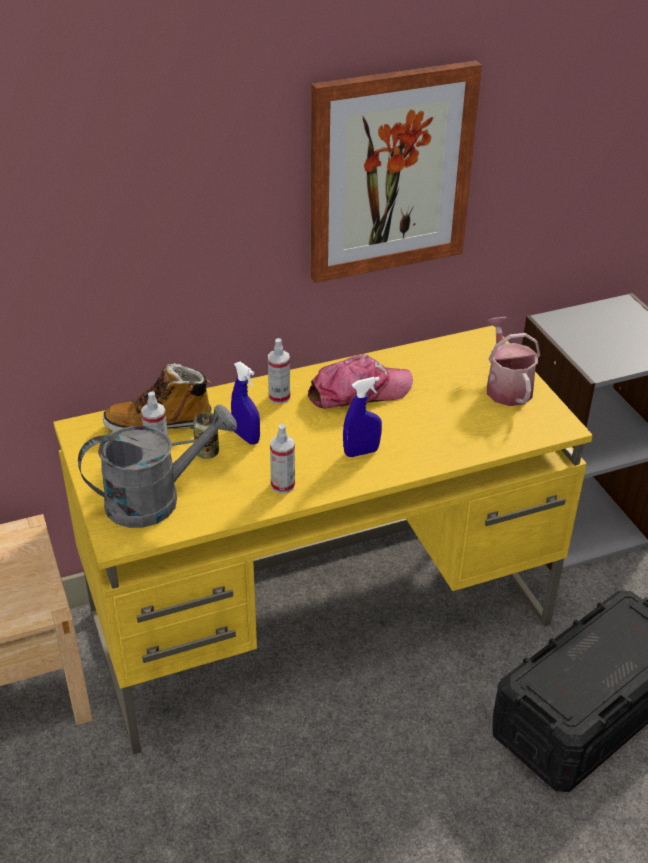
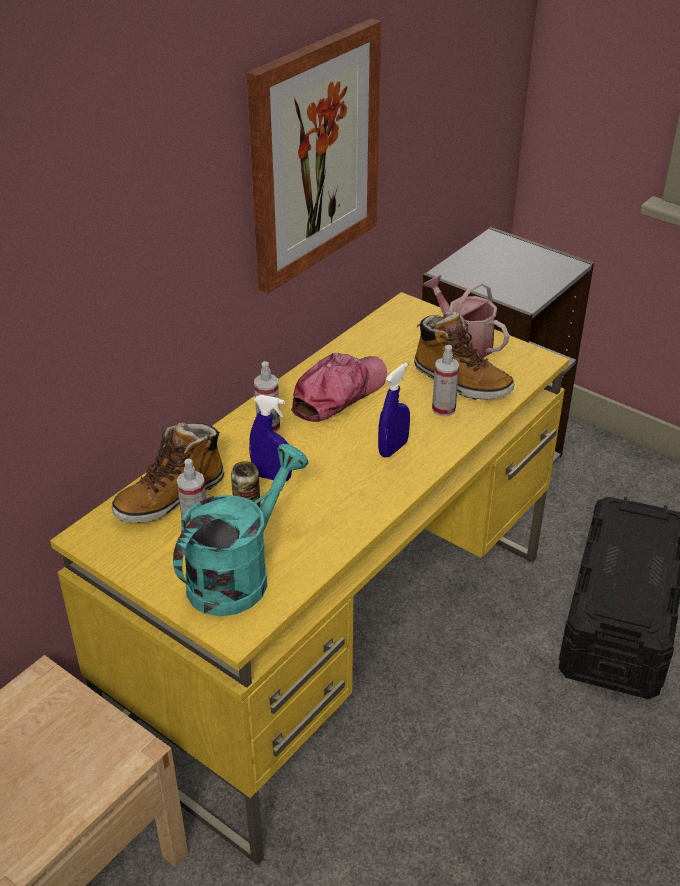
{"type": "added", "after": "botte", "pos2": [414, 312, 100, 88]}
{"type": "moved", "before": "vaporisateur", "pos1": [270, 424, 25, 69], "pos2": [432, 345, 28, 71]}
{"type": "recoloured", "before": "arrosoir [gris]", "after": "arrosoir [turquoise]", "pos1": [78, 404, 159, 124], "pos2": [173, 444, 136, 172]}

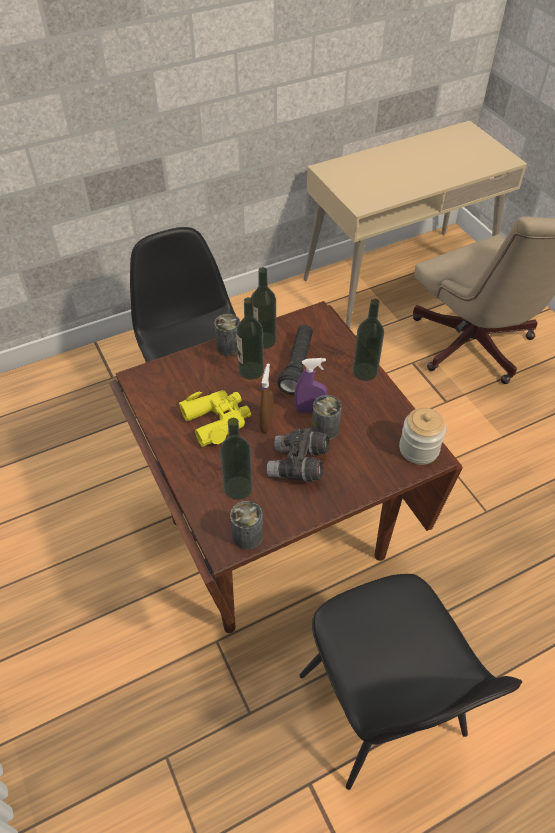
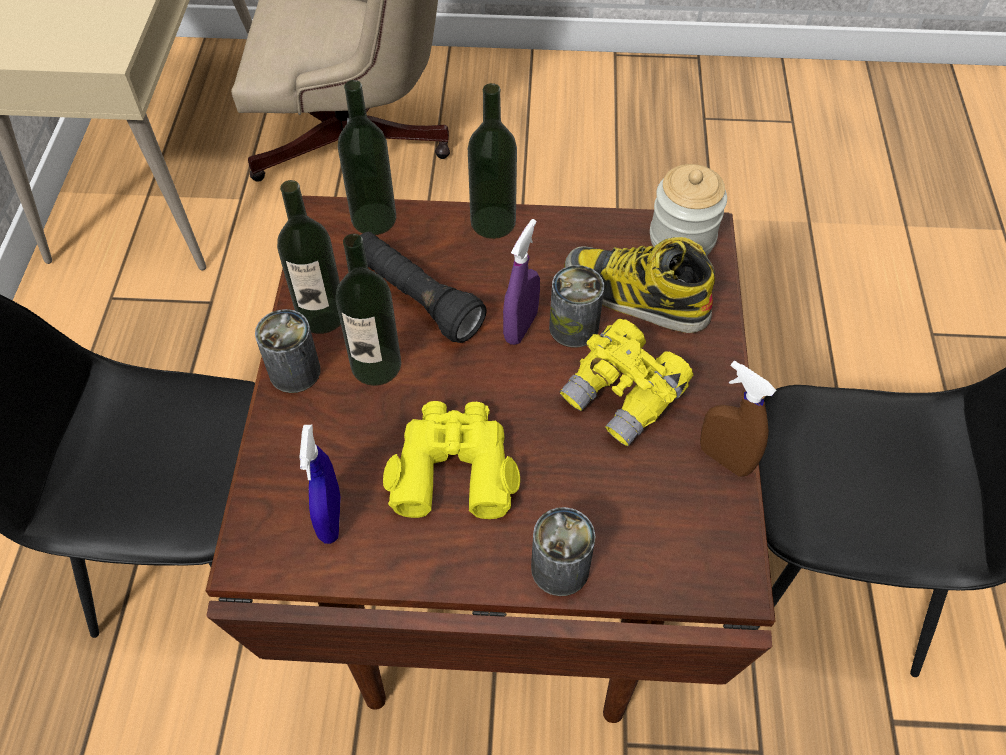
{"type": "added", "after": "vaporisateur [bleu]", "pos2": [299, 425, 42, 119]}
{"type": "added", "after": "botte", "pos2": [564, 237, 151, 96]}
{"type": "moved", "before": "bouteille", "pos1": [220, 418, 33, 82], "pos2": [338, 80, 58, 155]}
{"type": "moved", "before": "boîte métallique", "pos1": [230, 501, 33, 49], "pos2": [531, 507, 64, 89]}
{"type": "moved", "before": "vaporisateur [marron]", "pos1": [259, 364, 15, 69], "pos2": [700, 360, 76, 117]}
{"type": "recoloured", "before": "jumelles [gris]", "after": "jumelles [jaune]", "pos1": [267, 428, 63, 54], "pos2": [560, 319, 133, 127]}

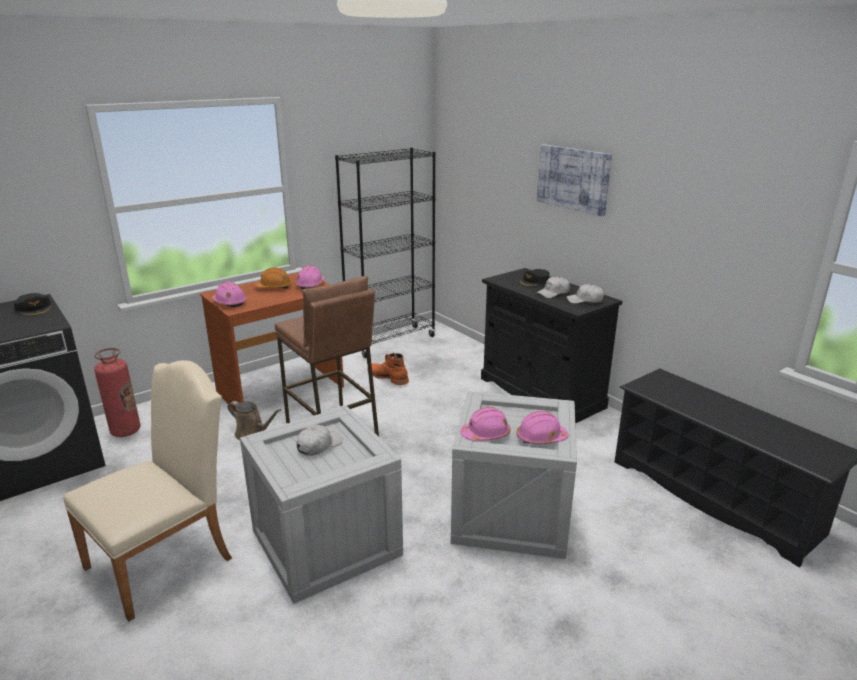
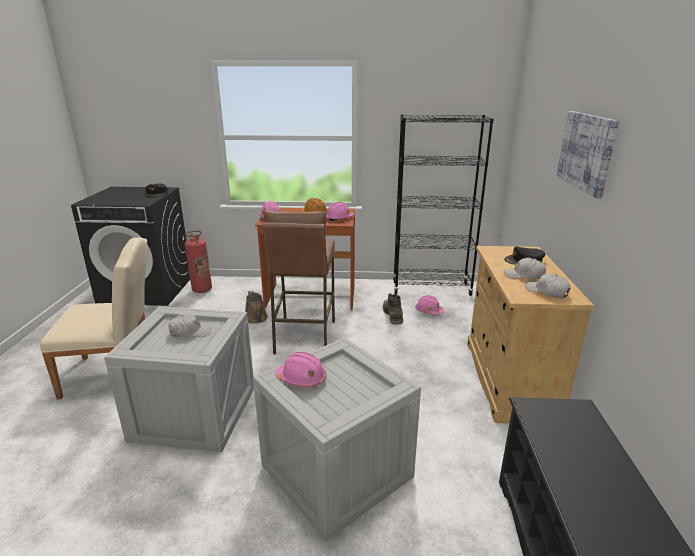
{"type": "moved", "before": "casque de chantier [rose]", "pos1": [517, 411, 52, 33], "pos2": [415, 295, 29, 20]}
{"type": "recoloured", "before": "botte [orange]", "after": "botte [vert]", "pos1": [367, 353, 42, 32], "pos2": [383, 293, 20, 32]}
{"type": "recoloured", "before": "meuble de rangement [noir]", "after": "meuble de rangement [beige]", "pos1": [481, 268, 141, 155], "pos2": [467, 246, 127, 177]}

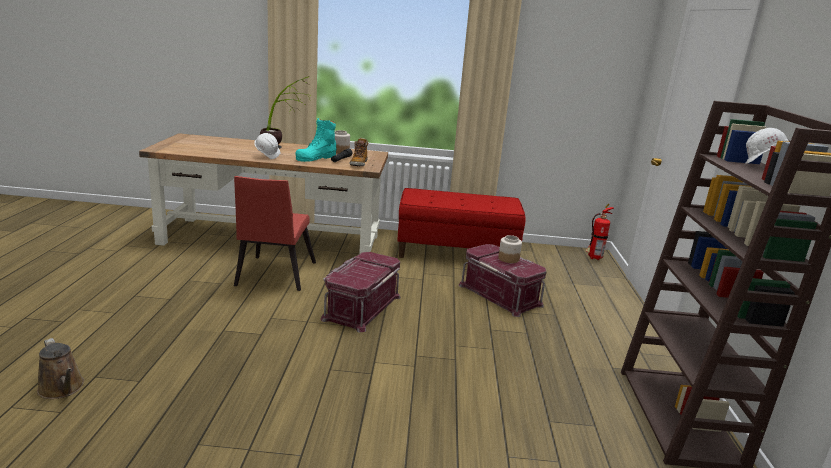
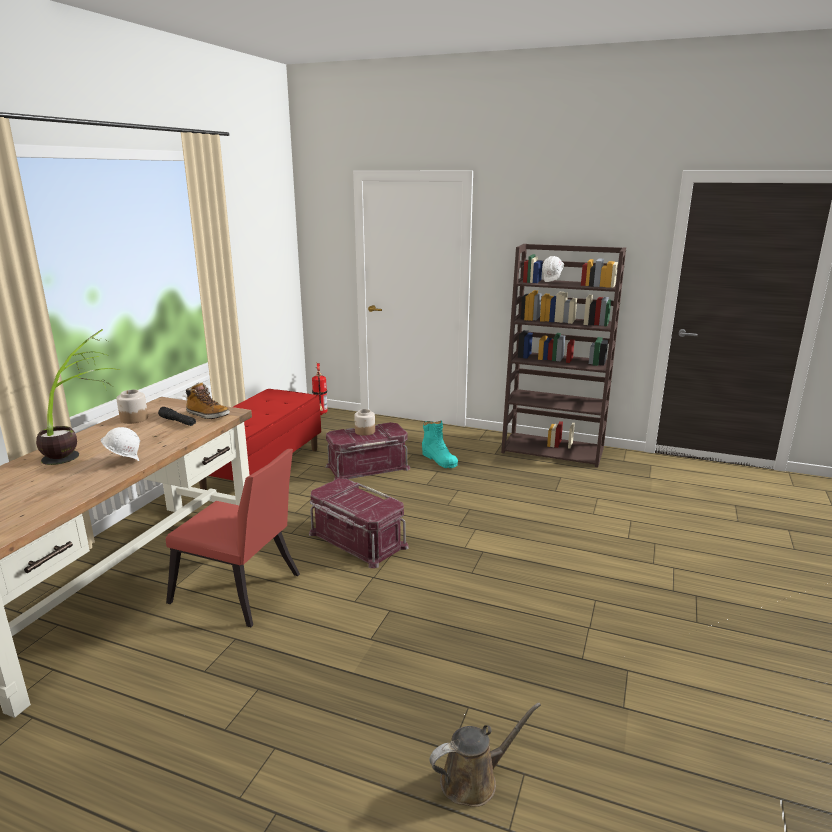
{"type": "moved", "before": "botte [turquoise]", "pos1": [295, 118, 41, 44], "pos2": [422, 421, 36, 47]}

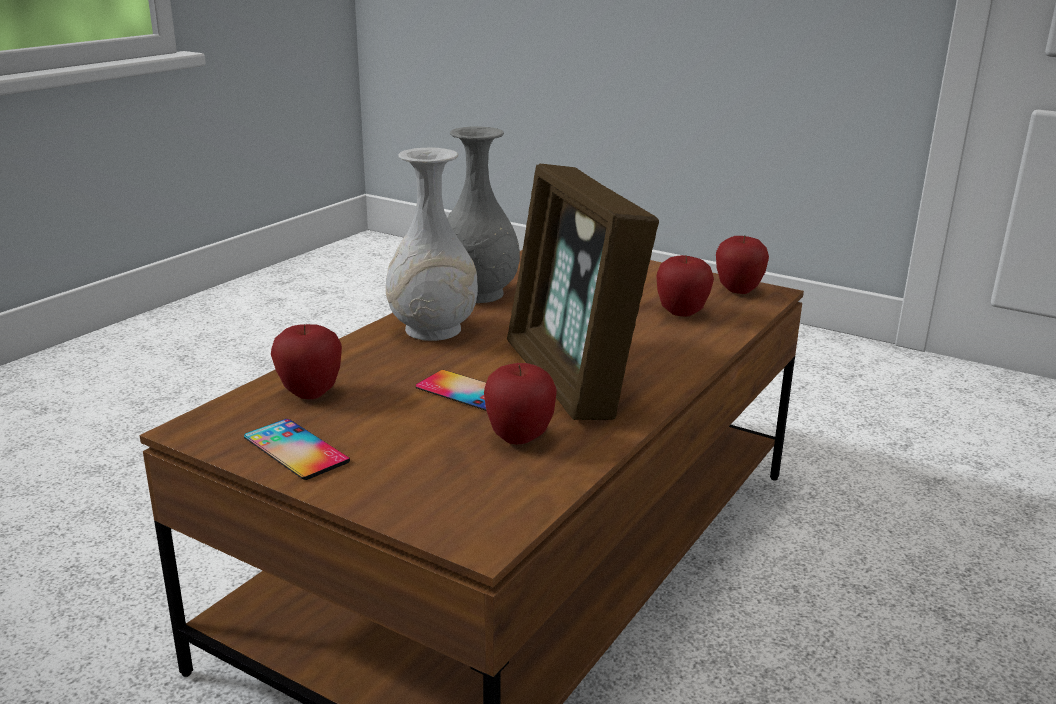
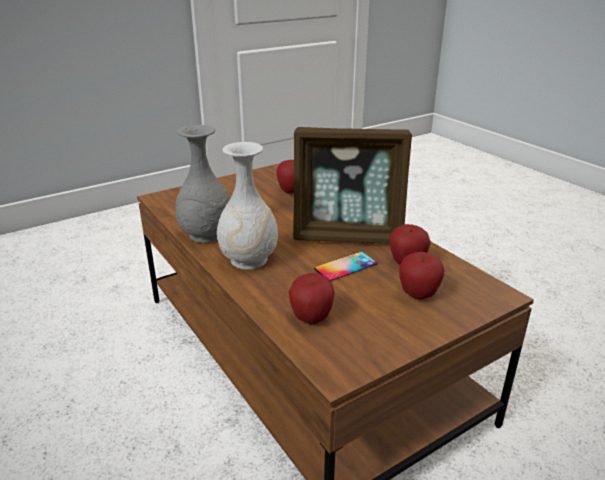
{"type": "removed", "before": "téléphone", "pos1": [244, 419, 106, 61]}
{"type": "moved", "before": "pomme", "pos1": [716, 235, 53, 59], "pos2": [399, 252, 45, 47]}

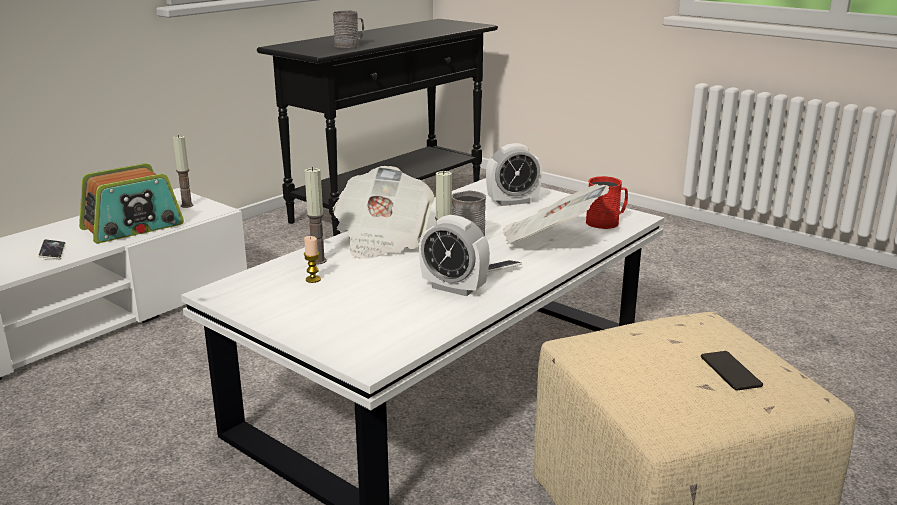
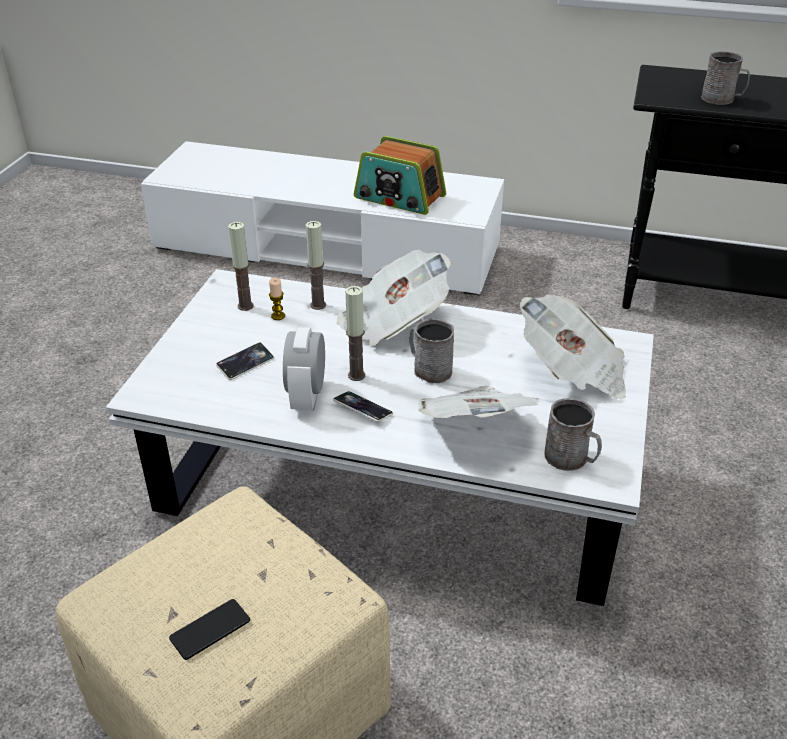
{"type": "moved", "before": "téléphone", "pos1": [38, 239, 28, 20], "pos2": [216, 342, 58, 38]}
{"type": "moved", "before": "bougie", "pos1": [173, 135, 20, 73], "pos2": [228, 222, 26, 89]}
{"type": "replaced", "before": "réveil", "after": "journal", "pos1": [486, 143, 56, 63], "pos2": [520, 295, 106, 104]}
{"type": "recoloured", "before": "mug [rouge]", "after": "mug [gris]", "pos1": [586, 176, 42, 53], "pos2": [544, 398, 58, 73]}

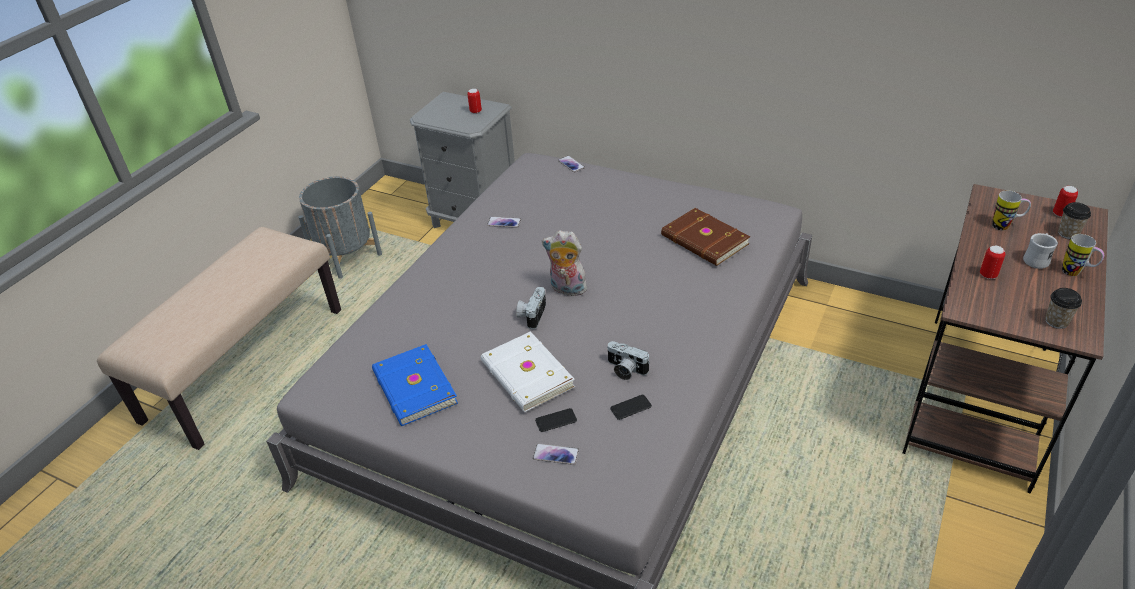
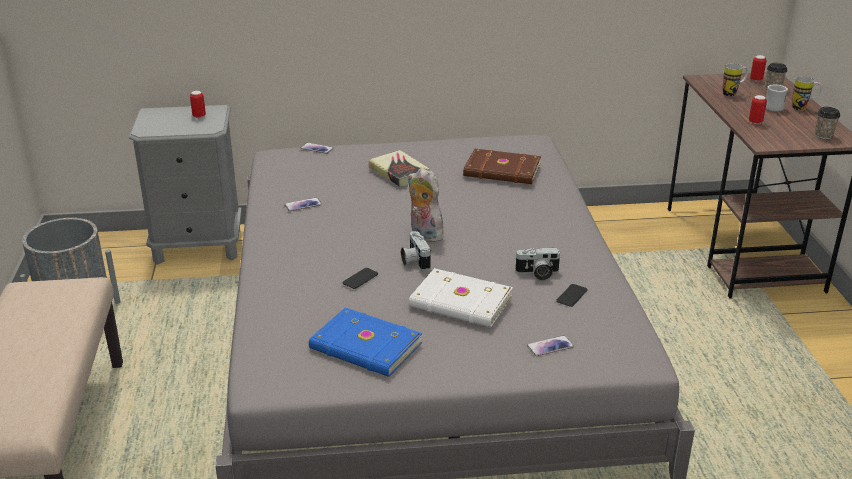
{"type": "added", "after": "livre", "pos2": [369, 150, 61, 37]}
{"type": "moved", "before": "téléphone", "pos1": [535, 408, 42, 24], "pos2": [342, 268, 36, 21]}
{"type": "turned", "before": "peluche", "pos1": [542, 230, 47, 66], "pos2": [408, 167, 36, 75], "turn": 60}

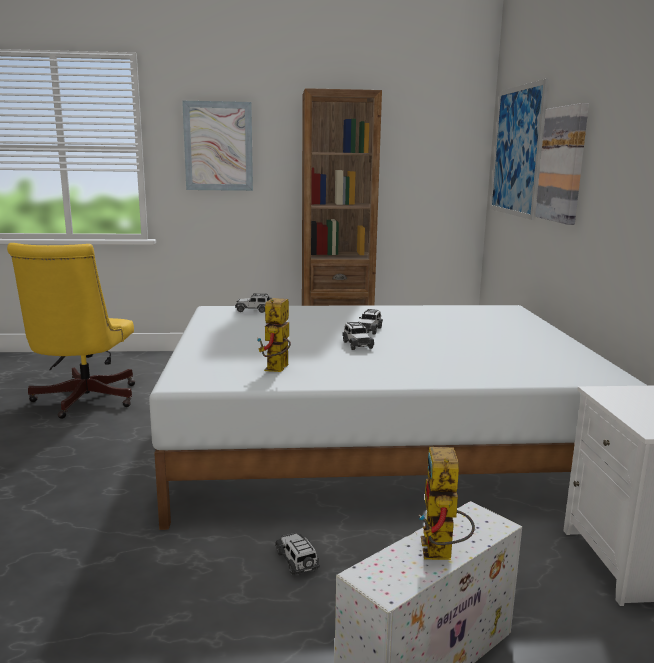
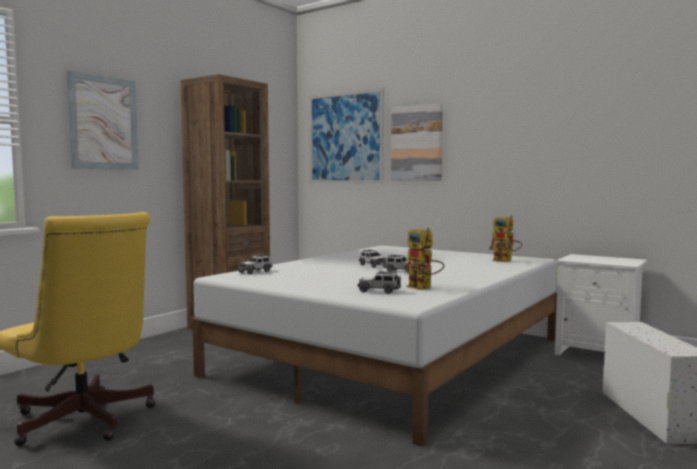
{"type": "moved", "before": "petite voiture", "pos1": [275, 532, 44, 43], "pos2": [357, 271, 44, 23]}
{"type": "moved", "before": "robot jouet", "pos1": [419, 447, 56, 113], "pos2": [489, 216, 33, 46]}

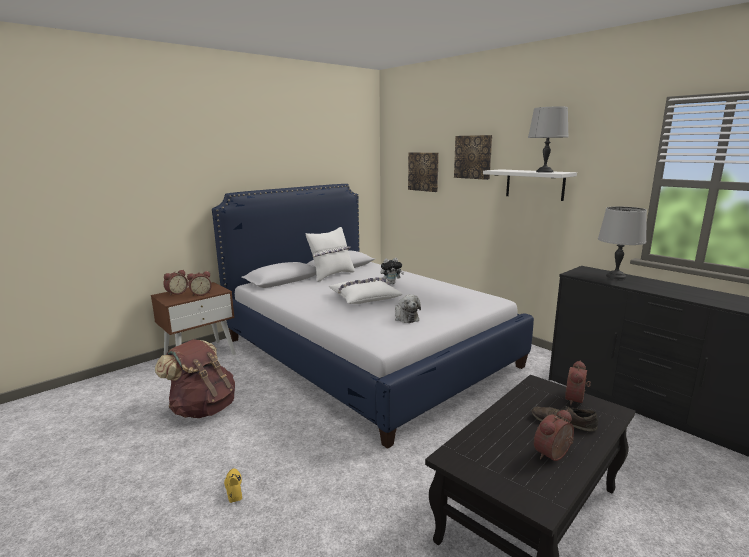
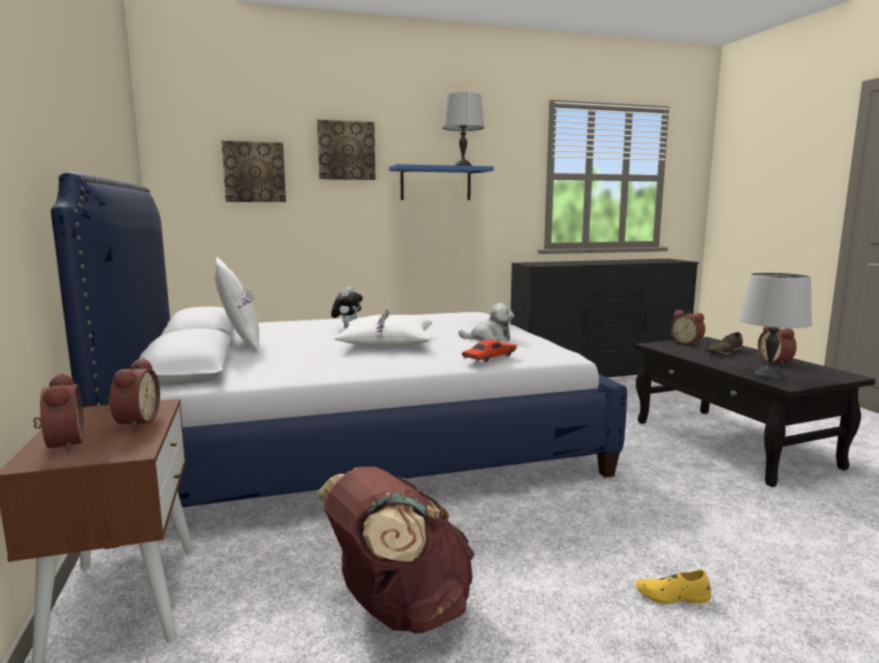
{"type": "added", "after": "petite voiture [rouge]", "pos2": [462, 340, 55, 22]}
{"type": "moved", "before": "lampe de table [gris]", "pos1": [598, 207, 49, 72], "pos2": [739, 273, 73, 107]}
{"type": "recoloured", "before": "étagère [blanc]", "after": "étagère [bleu]", "pos1": [483, 169, 94, 32], "pos2": [389, 164, 105, 36]}

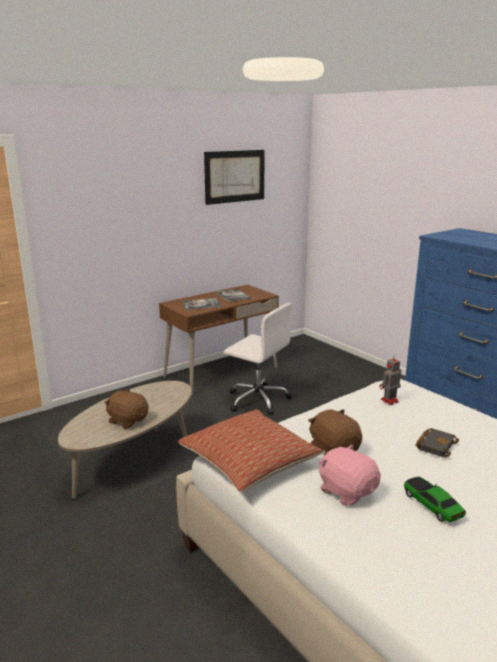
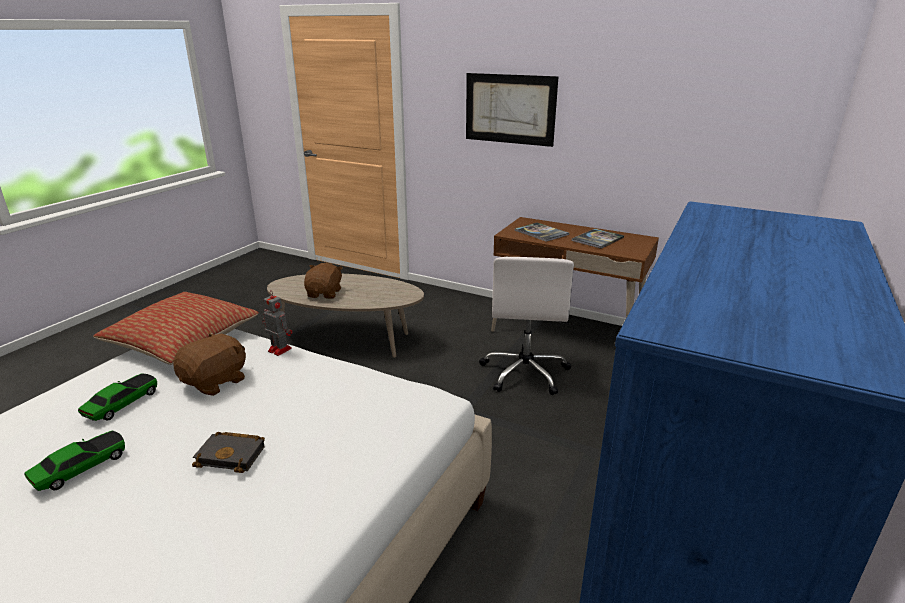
{"type": "moved", "before": "tableau", "pos1": [204, 150, 61, 55], "pos2": [466, 73, 93, 74]}
{"type": "moved", "before": "robot jouet", "pos1": [379, 354, 22, 51], "pos2": [262, 290, 30, 66]}
{"type": "replaced", "before": "peluche [rose]", "after": "petite voiture", "pos1": [319, 444, 62, 62], "pos2": [78, 373, 79, 48]}

